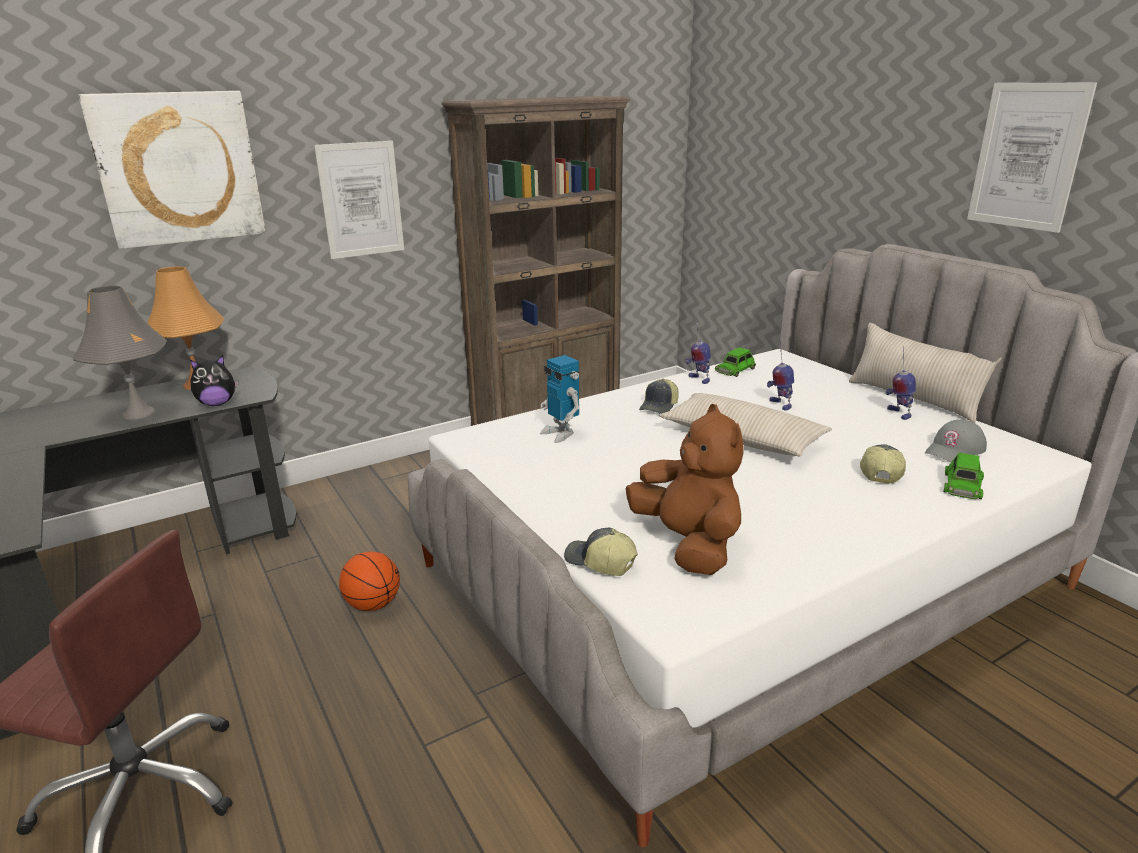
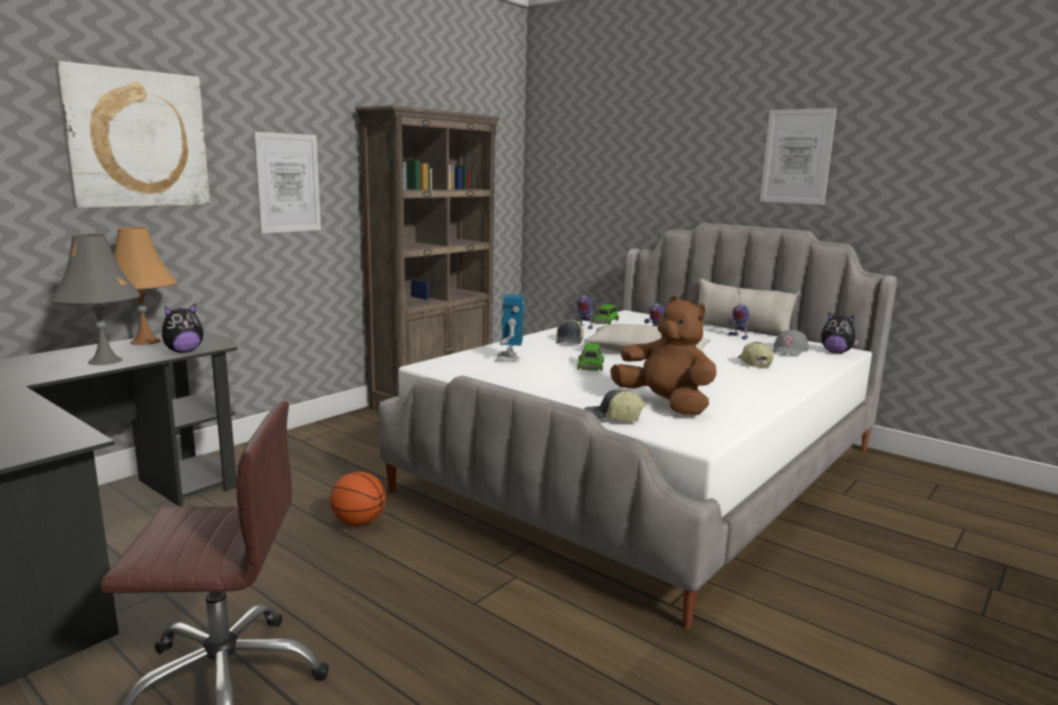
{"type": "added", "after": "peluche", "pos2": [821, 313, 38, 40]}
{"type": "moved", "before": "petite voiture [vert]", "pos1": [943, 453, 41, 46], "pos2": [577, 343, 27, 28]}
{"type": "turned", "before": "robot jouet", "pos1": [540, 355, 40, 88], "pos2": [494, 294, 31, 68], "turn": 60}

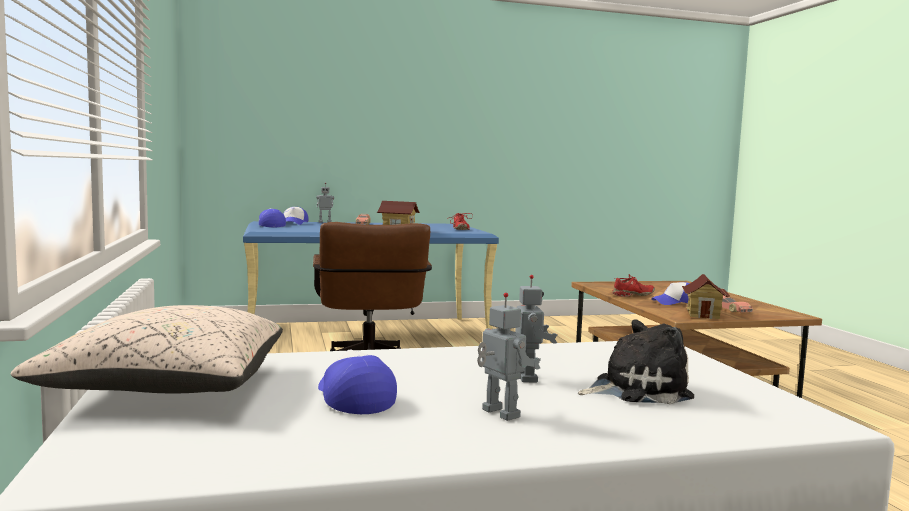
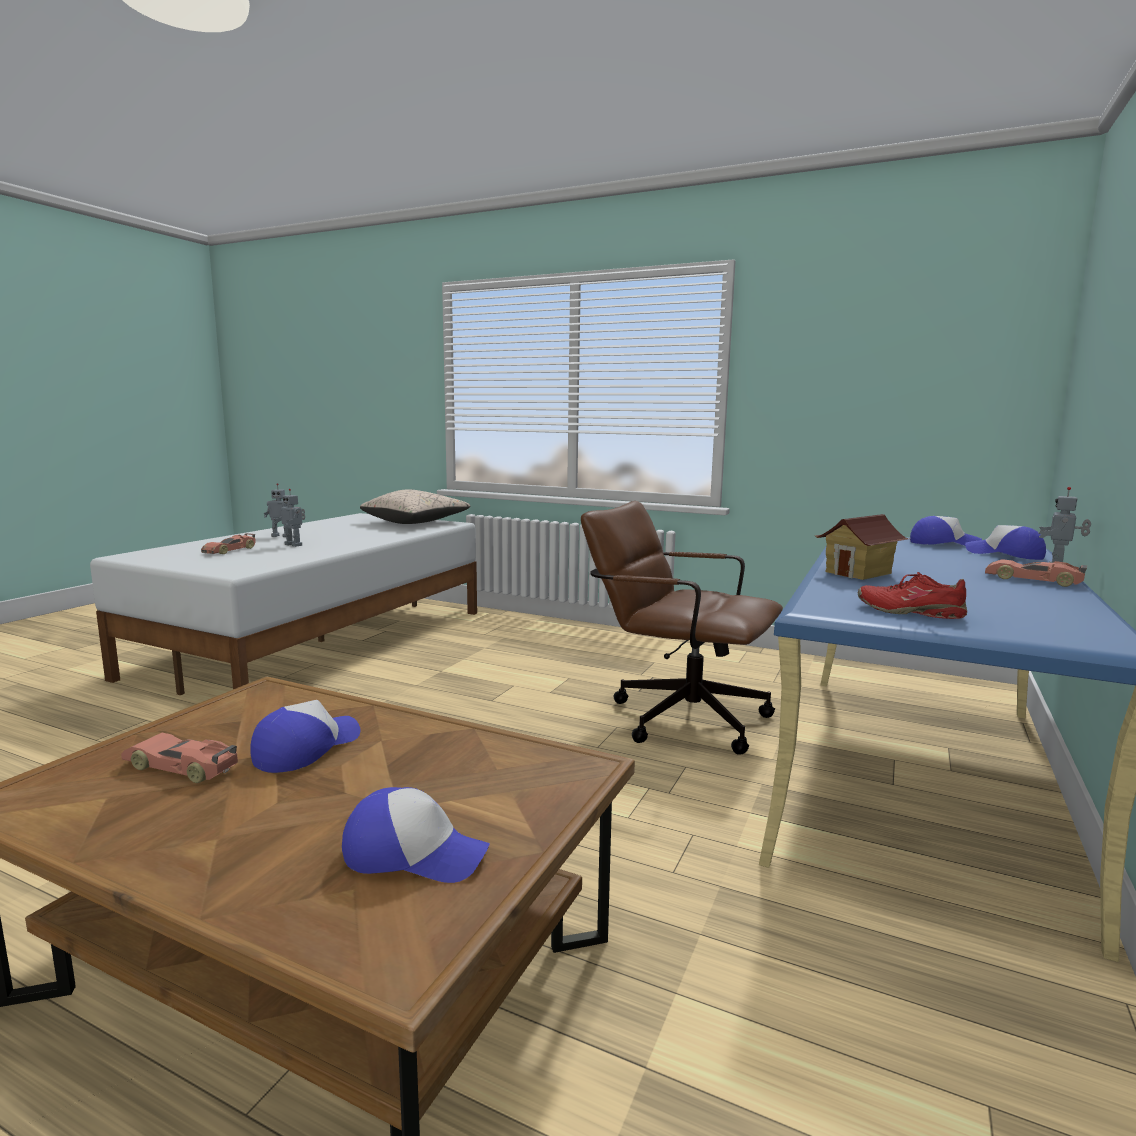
{"type": "removed", "before": "chaussure [rouge]", "pos1": [612, 274, 43, 23]}
{"type": "removed", "before": "maison miniature", "pos1": [682, 274, 48, 45]}
{"type": "moved", "before": "casquette", "pos1": [318, 349, 79, 65], "pos2": [342, 787, 148, 96]}
{"type": "replaced", "before": "peluche", "after": "petite voiture", "pos1": [578, 319, 116, 85], "pos2": [201, 533, 55, 21]}

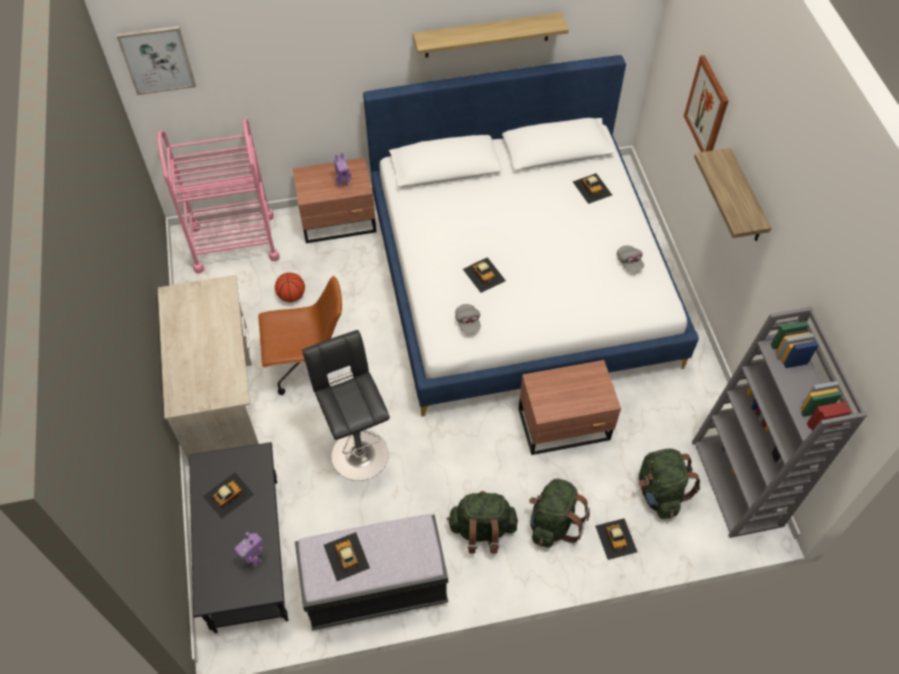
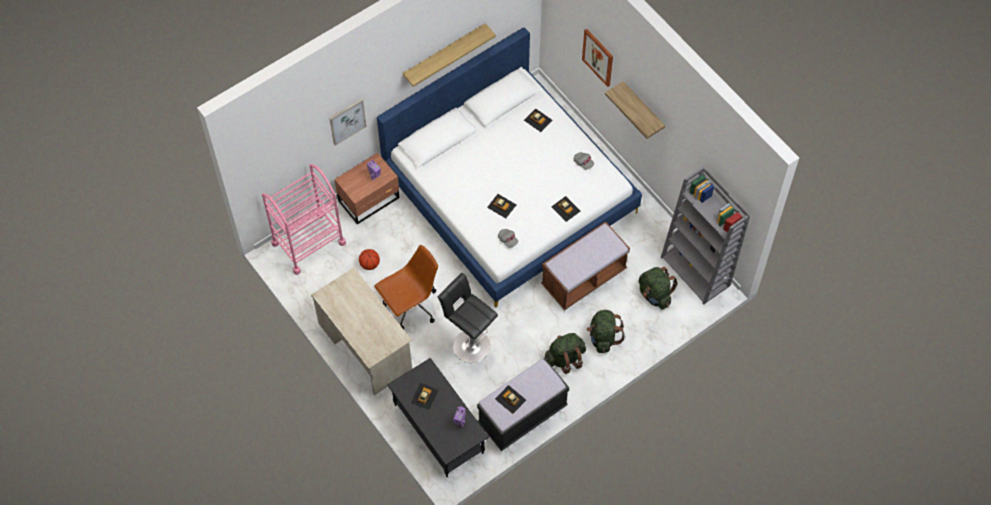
{"type": "moved", "before": "tableau", "pos1": [117, 26, 79, 69], "pos2": [329, 99, 38, 46]}
{"type": "moved", "before": "petite voiture", "pos1": [595, 518, 42, 42], "pos2": [551, 196, 29, 26]}
{"type": "replaced", "before": "table de chevet [marron]", "after": "banc [marron]", "pos1": [518, 360, 103, 95], "pos2": [541, 222, 89, 88]}

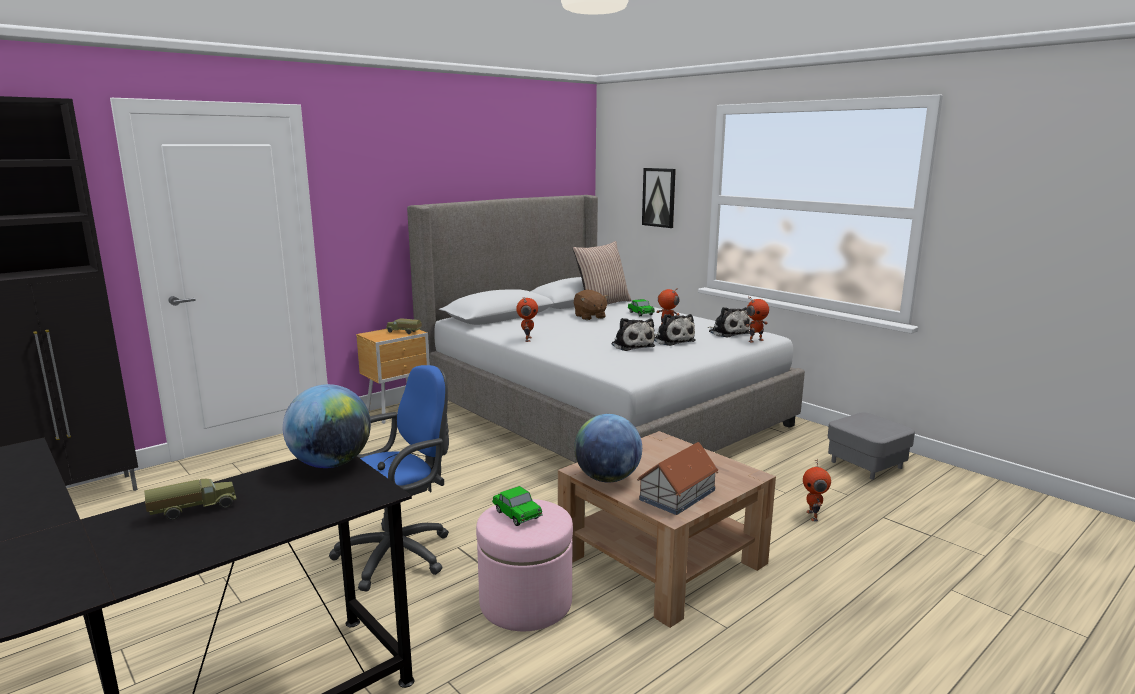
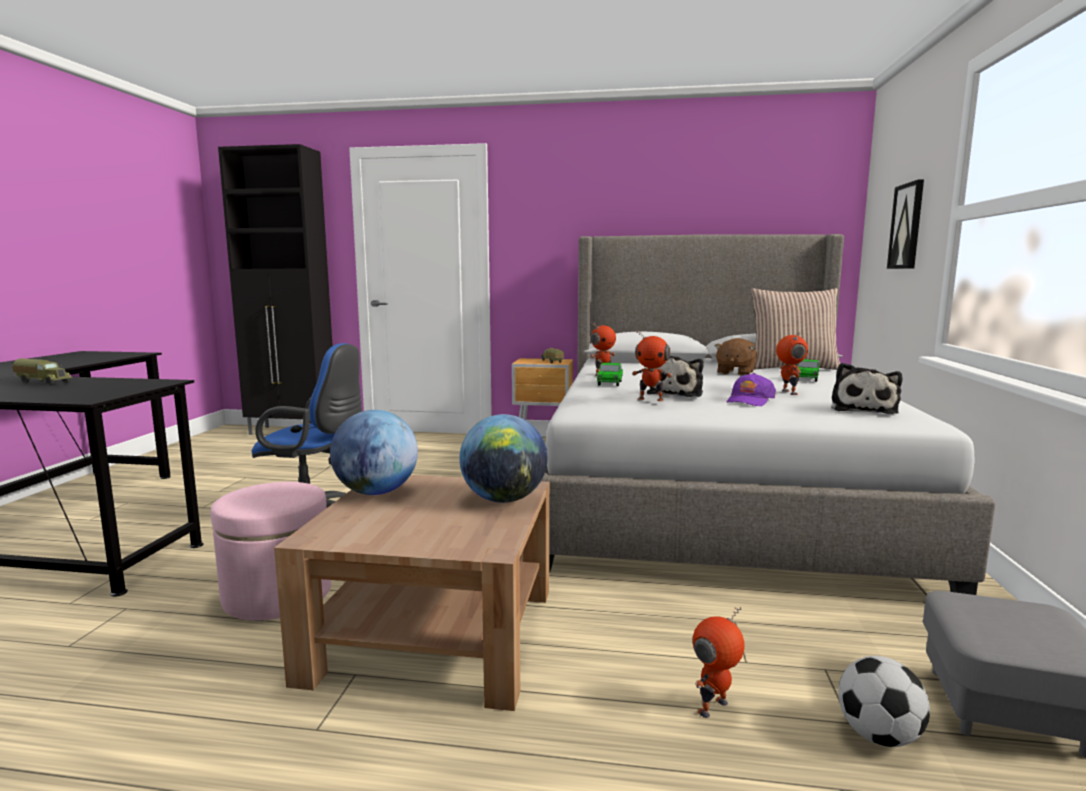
{"type": "removed", "before": "maison miniature", "pos1": [637, 442, 81, 73]}
{"type": "added", "after": "ballon de foot", "pos2": [838, 656, 92, 91]}
{"type": "moved", "before": "globe", "pos1": [283, 384, 88, 84], "pos2": [459, 414, 88, 89]}
{"type": "moved", "before": "petite voiture", "pos1": [492, 486, 51, 40], "pos2": [597, 363, 26, 23]}
{"type": "moved", "before": "robot jouet", "pos1": [746, 296, 23, 47], "pos2": [632, 330, 41, 71]}
{"type": "replaced", "before": "peluche", "after": "casquette [violet]", "pos1": [654, 314, 42, 32], "pos2": [727, 373, 49, 33]}

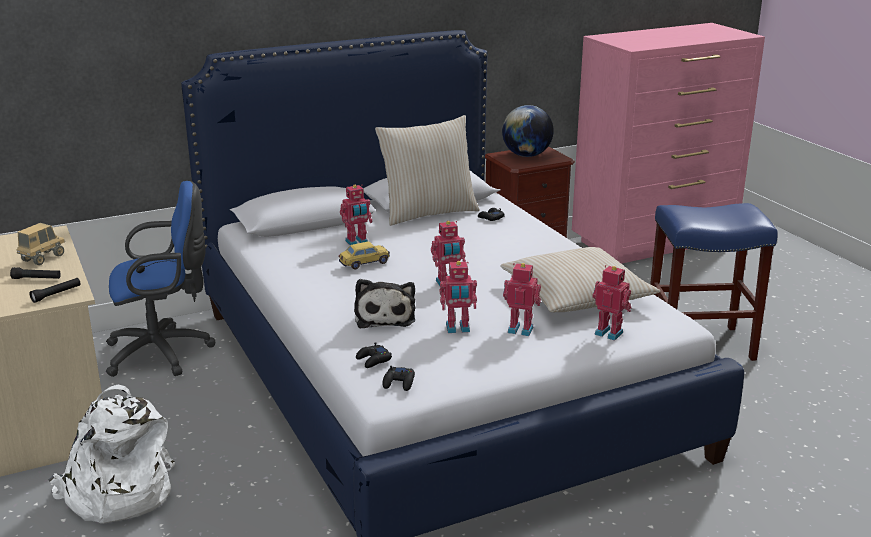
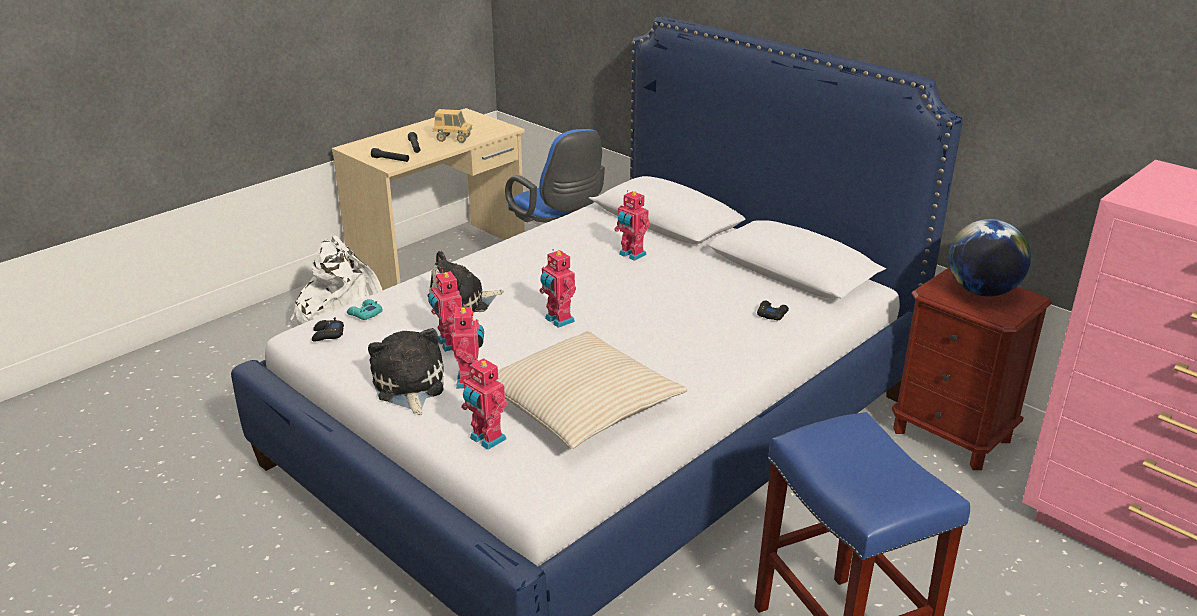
{"type": "removed", "before": "petite voiture", "pos1": [339, 241, 51, 28]}
{"type": "removed", "before": "coussin [beige]", "pos1": [375, 115, 105, 111]}
{"type": "added", "after": "peluche", "pos2": [368, 328, 76, 87]}
{"type": "recoloured", "before": "manette [noir]", "after": "manette [turquoise]", "pos1": [356, 342, 36, 26], "pos2": [347, 299, 35, 21]}
{"type": "turned", "before": "robot jouet", "pos1": [592, 265, 40, 76], "pos2": [462, 358, 45, 92], "turn": 120}

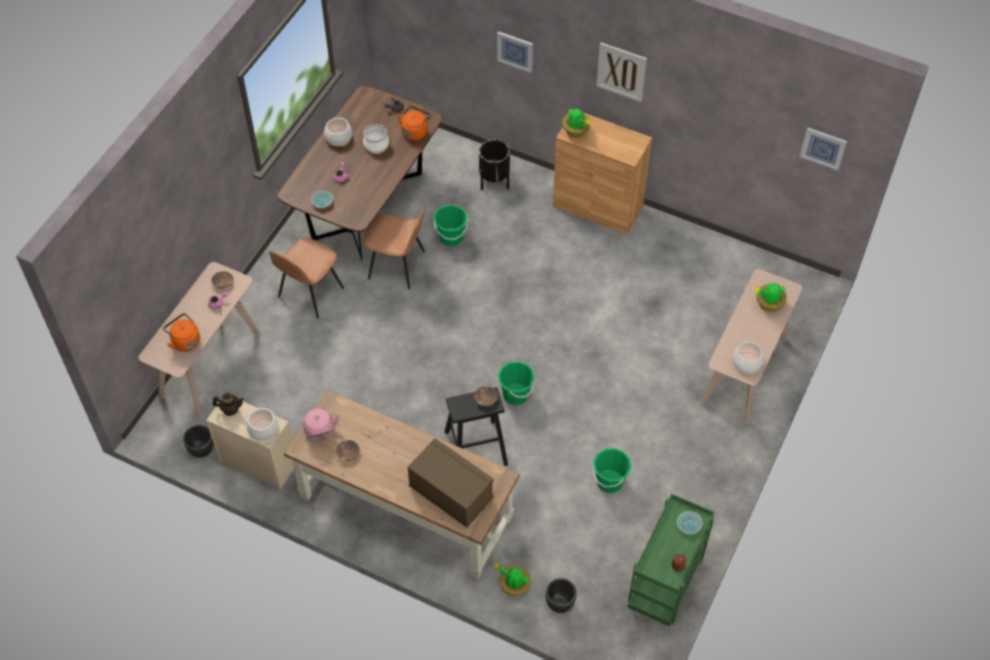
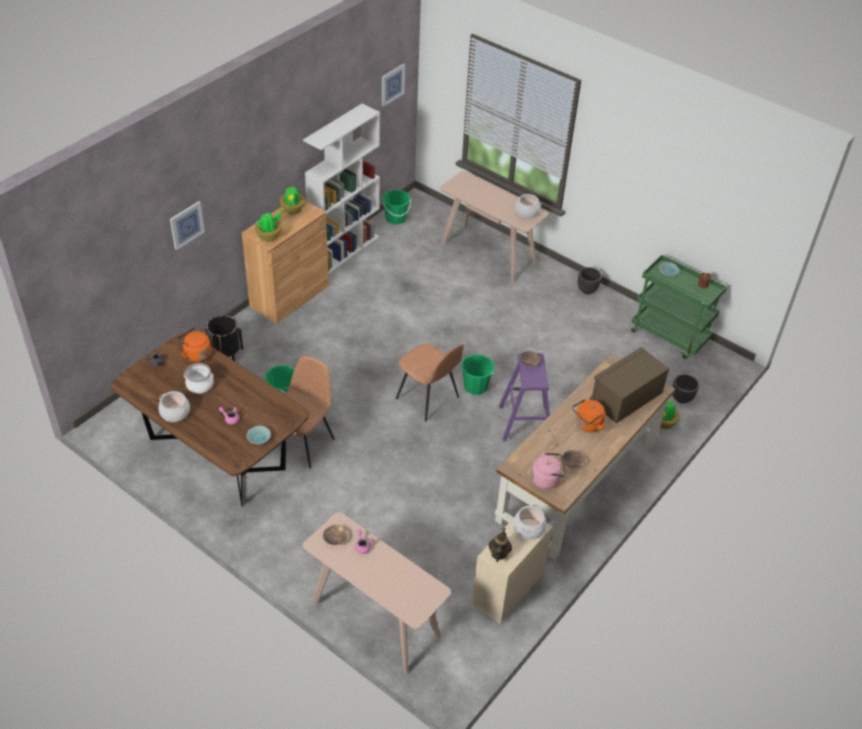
{"type": "removed", "before": "tableau", "pos1": [596, 43, 51, 59]}
{"type": "added", "after": "bibliothèque [blanc]", "pos2": [303, 104, 77, 171]}
{"type": "moved", "before": "bouilloire [orange]", "pos1": [163, 313, 37, 39], "pos2": [572, 399, 33, 33]}
{"type": "moved", "before": "cache-pot [noir]", "pos1": [183, 425, 31, 33], "pos2": [578, 267, 24, 27]}
{"type": "moved", "before": "chaise [marron]", "pos1": [269, 238, 75, 80], "pos2": [396, 343, 68, 78]}
{"type": "moved", "before": "seau [vert]", "pos1": [593, 448, 39, 45], "pos2": [382, 190, 29, 35]}
{"type": "moved", "before": "plante en pot", "pos1": [754, 282, 33, 30], "pos2": [279, 186, 26, 29]}
{"type": "recoloured", "before": "tabouret [noir]", "after": "tabouret [violet]", "pos1": [445, 387, 63, 79], "pos2": [499, 353, 51, 88]}

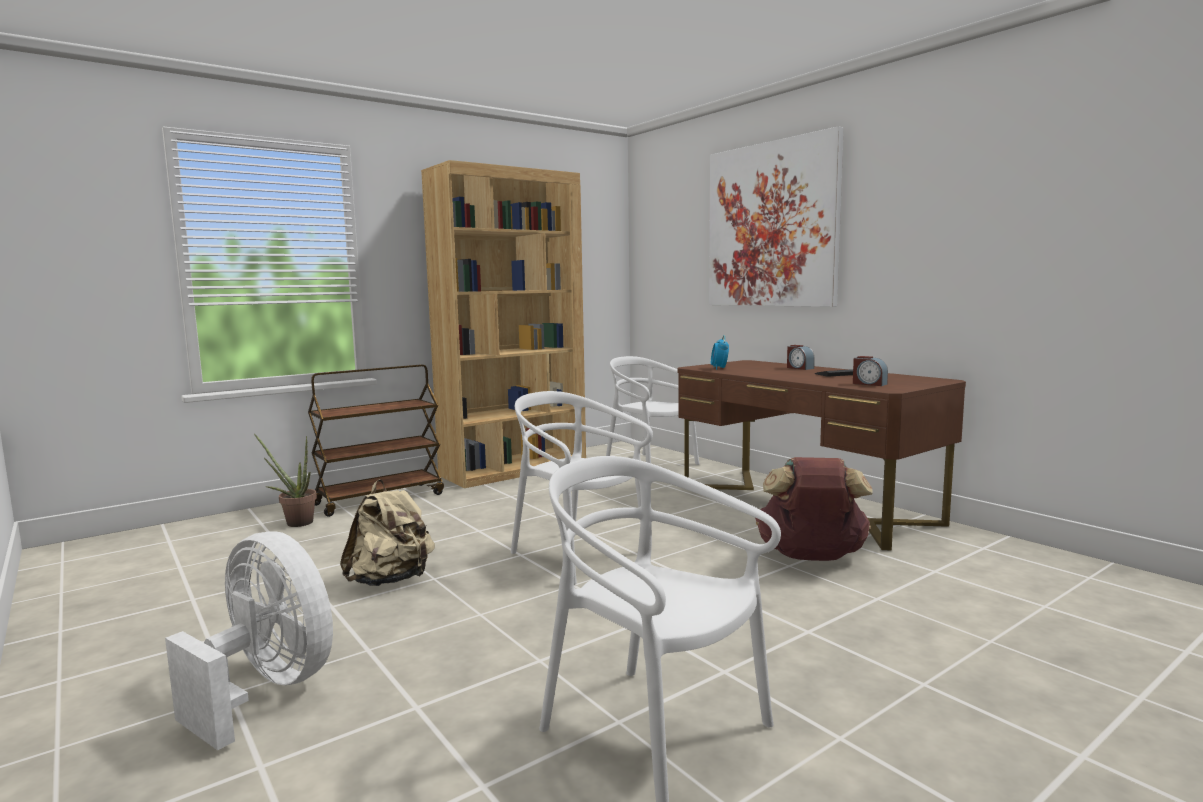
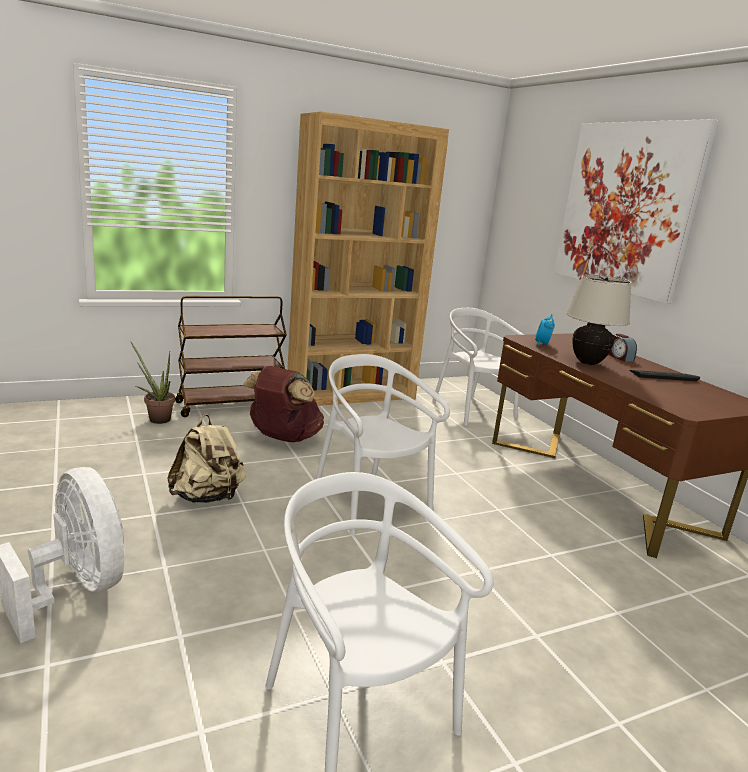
{"type": "removed", "before": "réveil", "pos1": [853, 356, 35, 30]}
{"type": "added", "after": "lampe de table [beige]", "pos2": [566, 274, 66, 91]}
{"type": "moved", "before": "sac à dos [marron]", "pos1": [755, 457, 118, 104], "pos2": [242, 366, 82, 76]}

